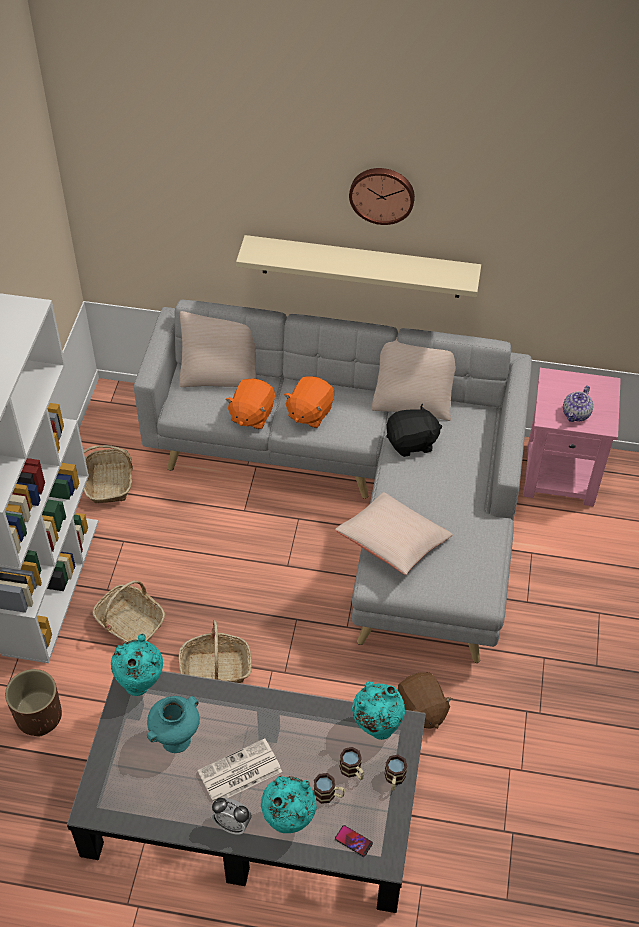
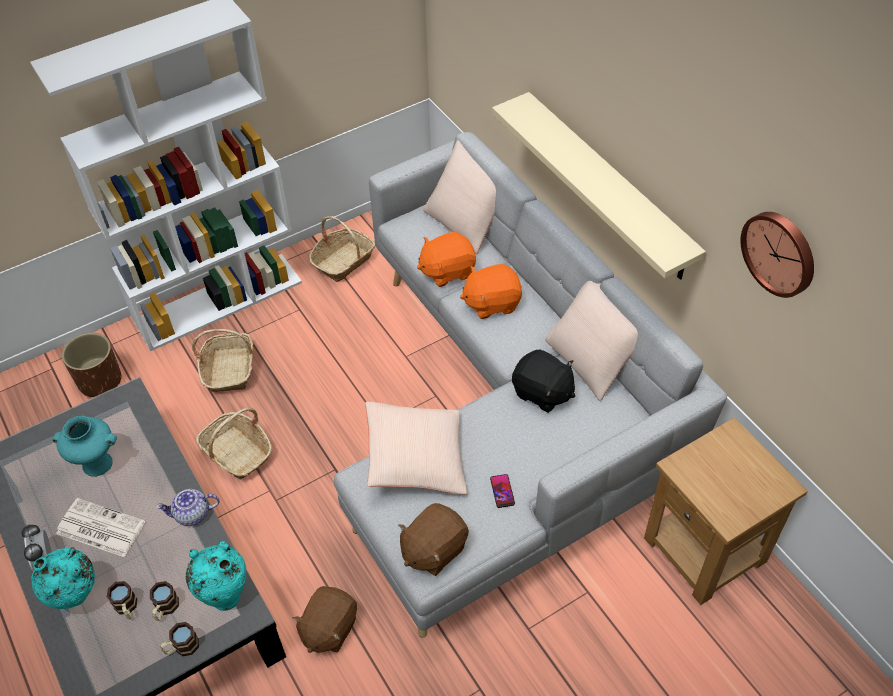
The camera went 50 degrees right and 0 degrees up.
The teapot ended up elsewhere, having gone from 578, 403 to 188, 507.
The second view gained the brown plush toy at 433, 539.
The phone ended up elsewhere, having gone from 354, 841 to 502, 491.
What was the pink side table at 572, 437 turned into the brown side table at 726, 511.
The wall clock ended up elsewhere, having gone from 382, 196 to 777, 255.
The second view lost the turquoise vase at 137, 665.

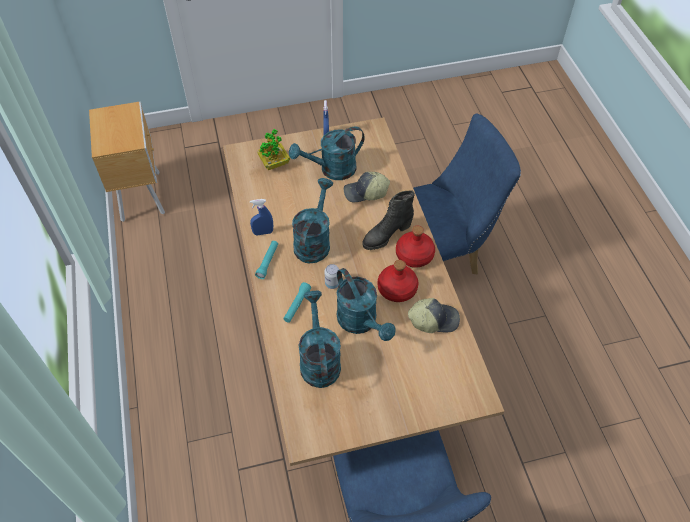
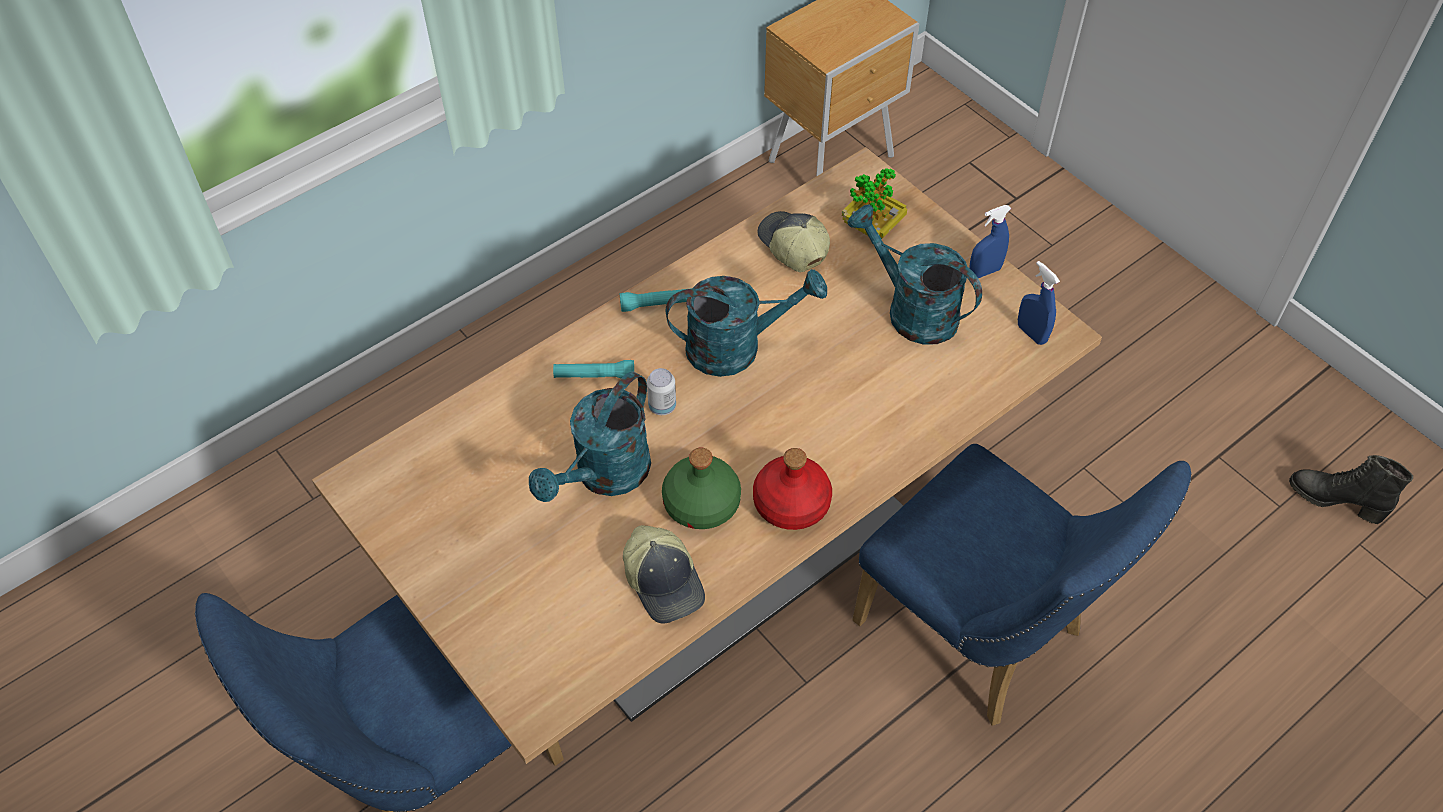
The camera went 65 degrees right and 0 degrees up.
What was the red bottle at 398, 281 turned into the green bottle at 701, 488.
The cap ended up elsewhere, having gone from 367, 187 to 794, 241.
The blue spray bottle ended up elsewhere, having gone from 261, 217 to 1039, 303.
The black boot ended up elsewhere, having gone from 388, 220 to 1351, 489.
The second view lost the turquoise watering can at 320, 339.

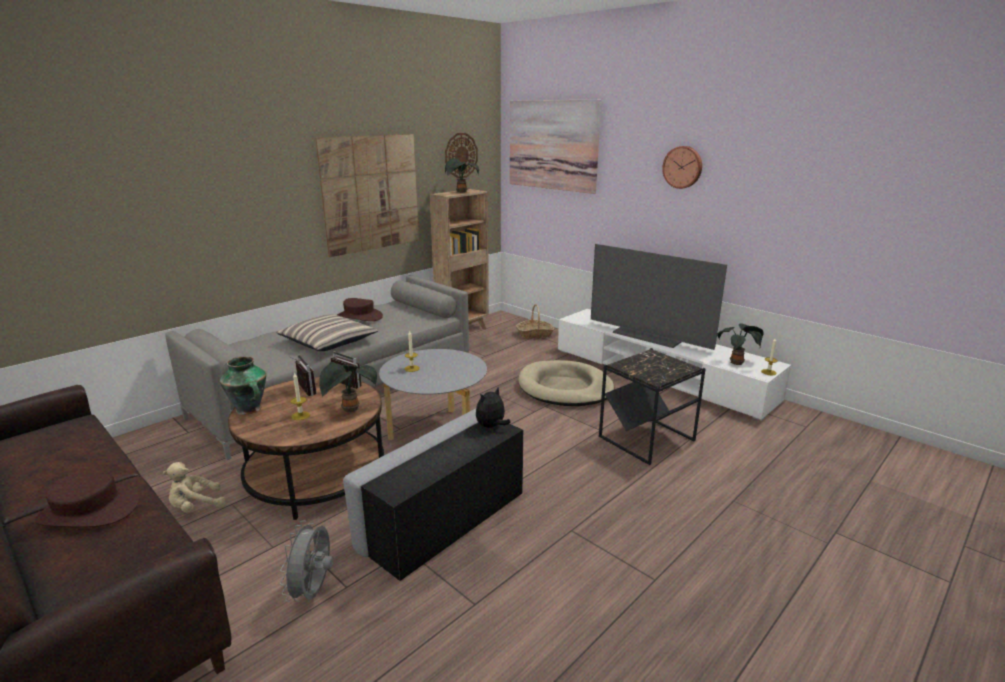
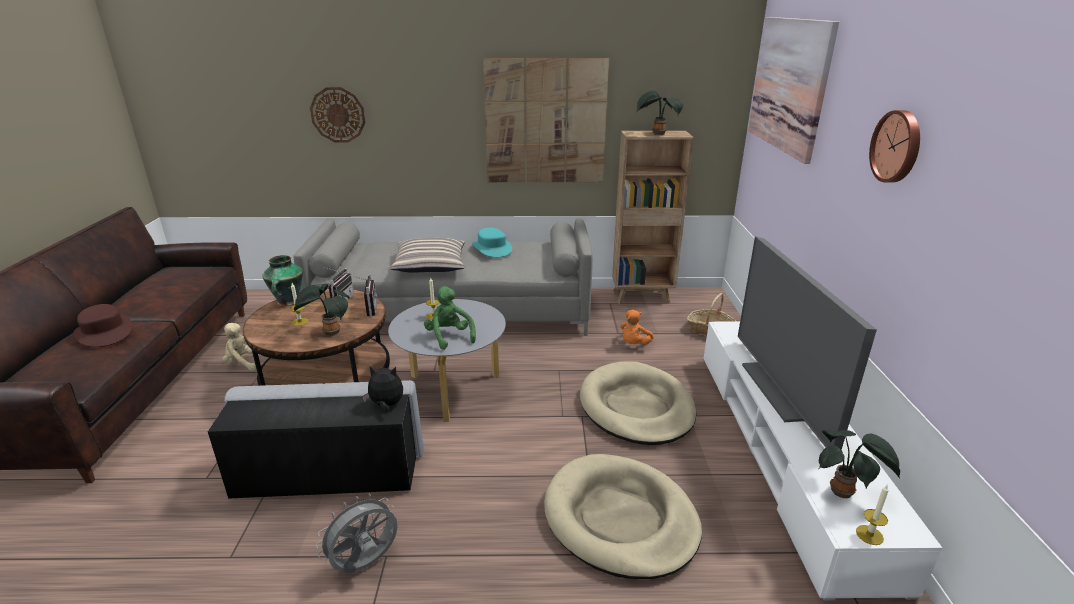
The camera went 45 degrees right and 5 degrees up.
The wall clock ended up elsewhere, having gone from 461, 155 to 338, 114.
The grey fan ended up elsewhere, having gone from 306, 561 to 357, 533.
The second view gained the green plush toy at 450, 318.
What was the brown hat at 360, 309 turned into the turquoise hat at 492, 243.
Where the black side table stood at 652, 406, the beige dog bed came to stand at 623, 516.
The second view gained the orange plush toy at 637, 327.

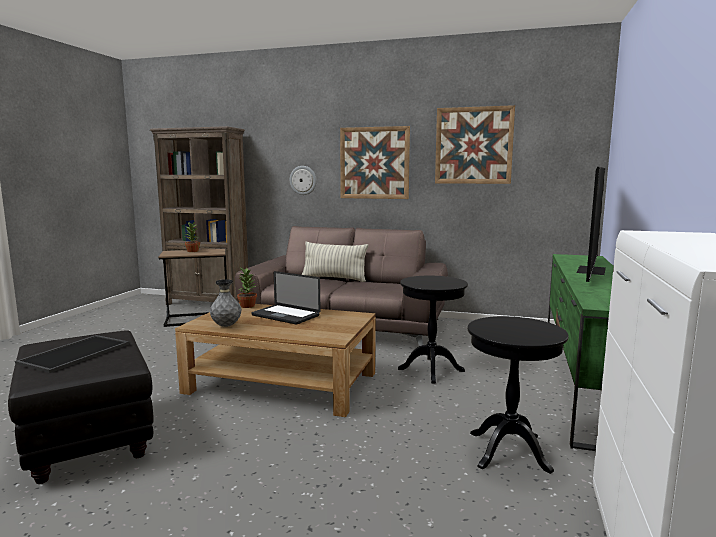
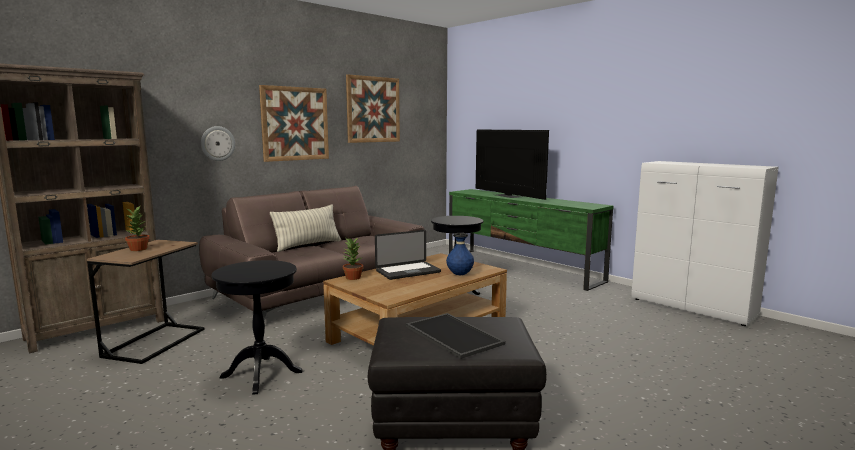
The camera went 60 degrees left and 0 degrees up.
The black side table ended up elsewhere, having gone from 518, 395 to 257, 327.
The second view gained the blue vase at 460, 254.
The second view lost the grey vase at 225, 303.

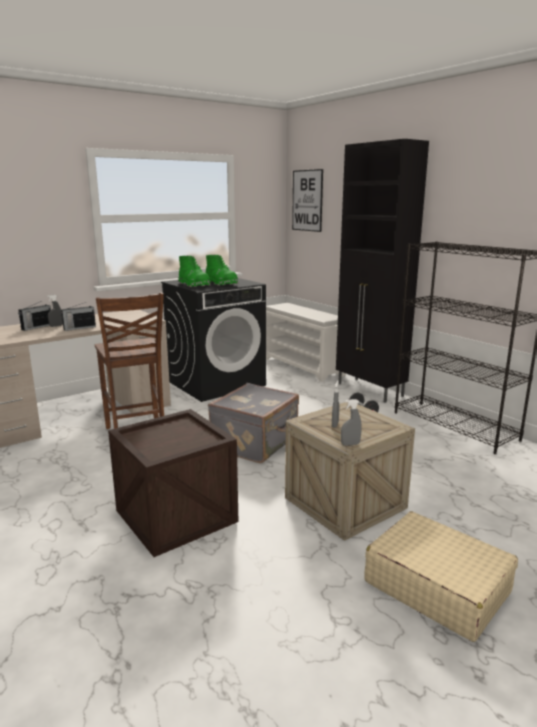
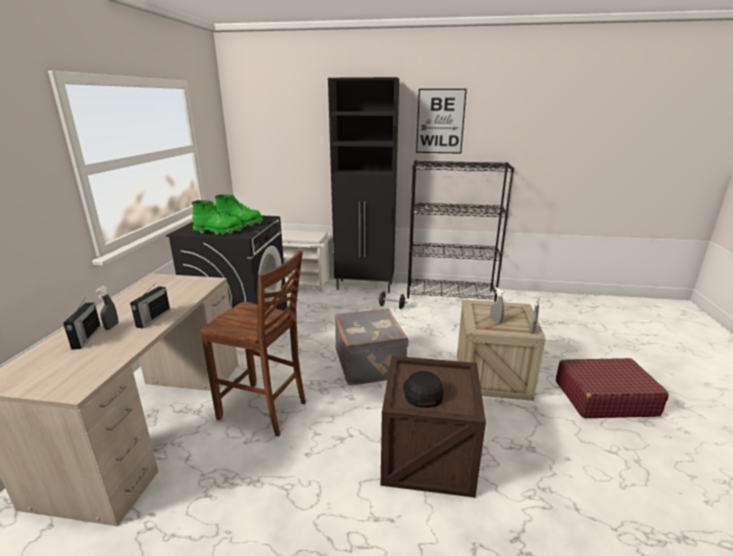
The camera went 45 degrees left and 5 degrees up.
The second view gained the black cap at 423, 389.
The picture ended up elsewhere, having gone from 307, 200 to 441, 121.
What was the beige suitcase at 441, 576 turned into the red suitcase at 612, 388.

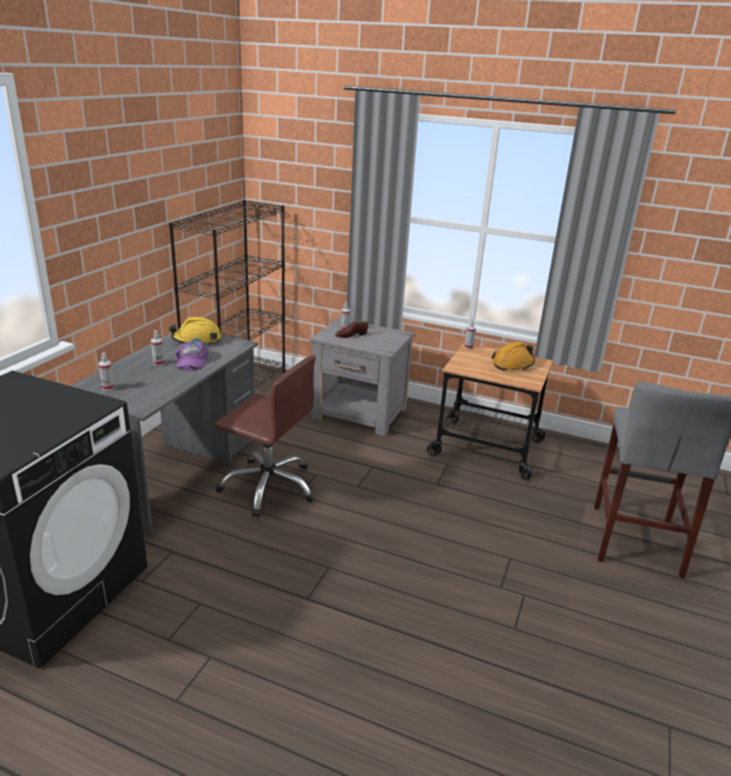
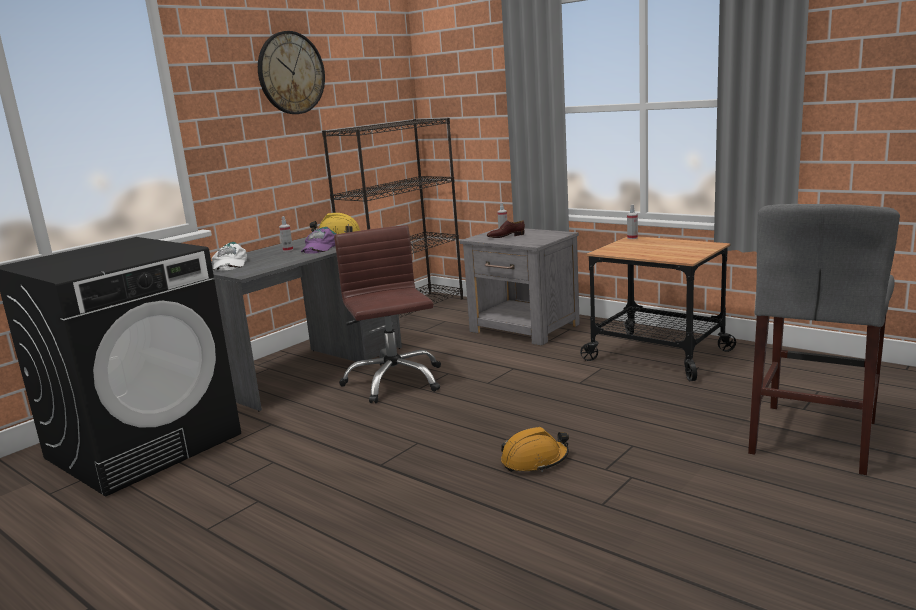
The camera went 20 degrees right and 10 degrees down.
Where the spray bottle stood at 106, 371, the white cap came to stand at 229, 256.
The second view gained the wall clock at 291, 72.
The brown office chair at 265, 436 ended up facing another way, 150 degrees counterclockwise from before.
The orange hard hat ended up elsewhere, having gone from 513, 356 to 535, 449.

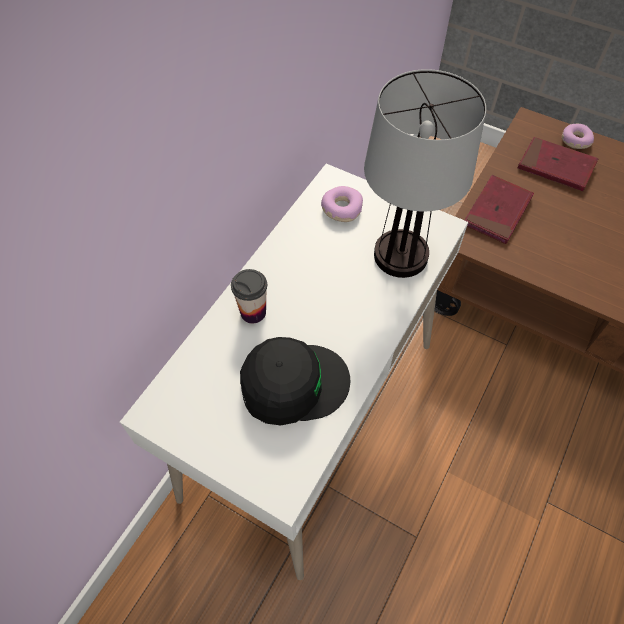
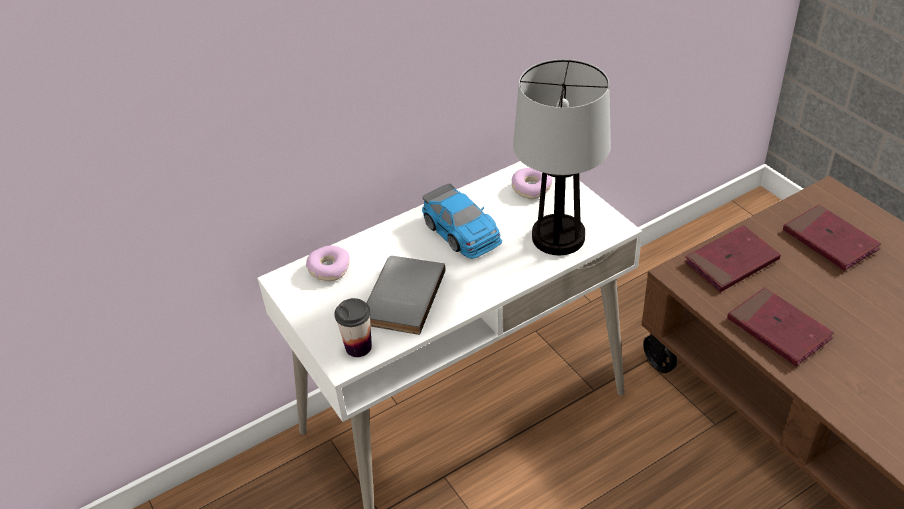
The camera went 30 degrees right and 15 degrees down.
The donut ended up elsewhere, having gone from 578, 136 to 328, 263.
The cup ended up elsewhere, having gone from 249, 296 to 353, 327.
Where the black cap stood at 295, 381, the grey book came to stand at 406, 295.
The second view gained the toy car at 462, 221.
The second view gained the red book at 780, 326.

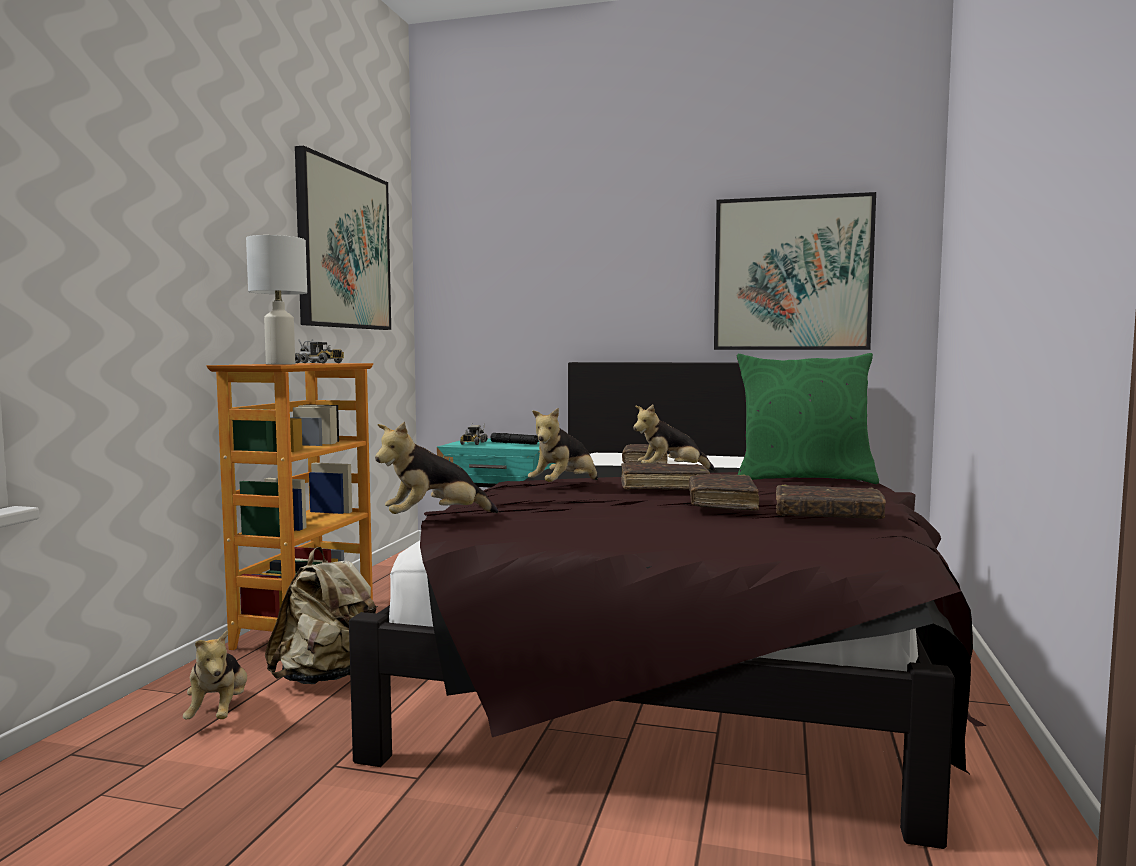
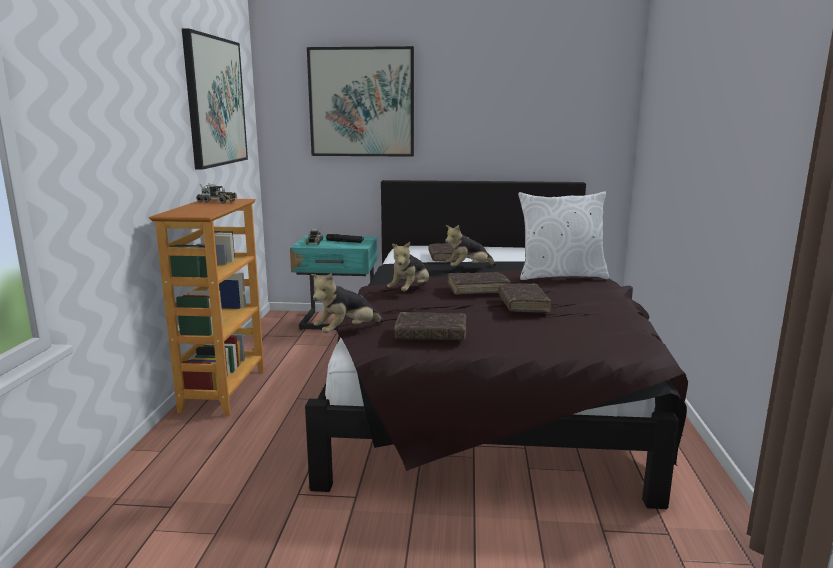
The camera went 10 degrees left and 10 degrees up.
The picture ended up elsewhere, having gone from 795, 271 to 360, 101.
The brown book ended up elsewhere, having gone from 831, 502 to 430, 326.
What was the green pillow at 808, 418 turned into the white pillow at 563, 235.
The second view lost the plush toy at 215, 674.
The second view lost the white table lamp at 276, 300.
The second view lost the beige backpack at 321, 615.

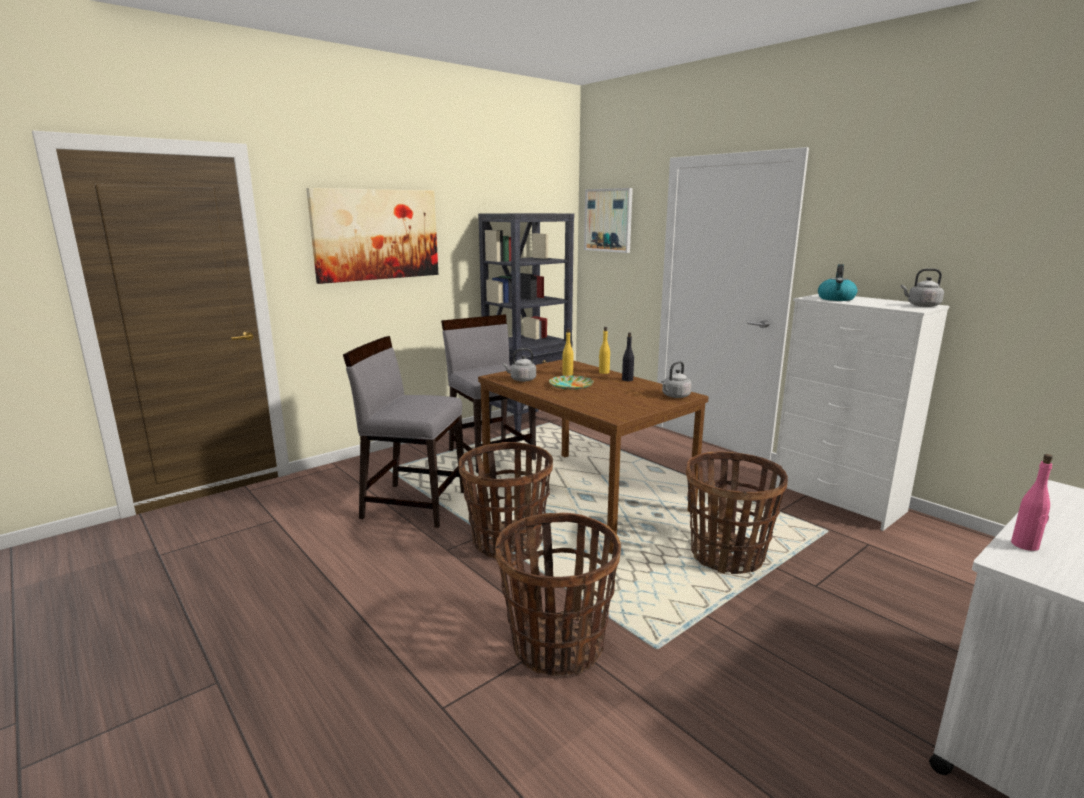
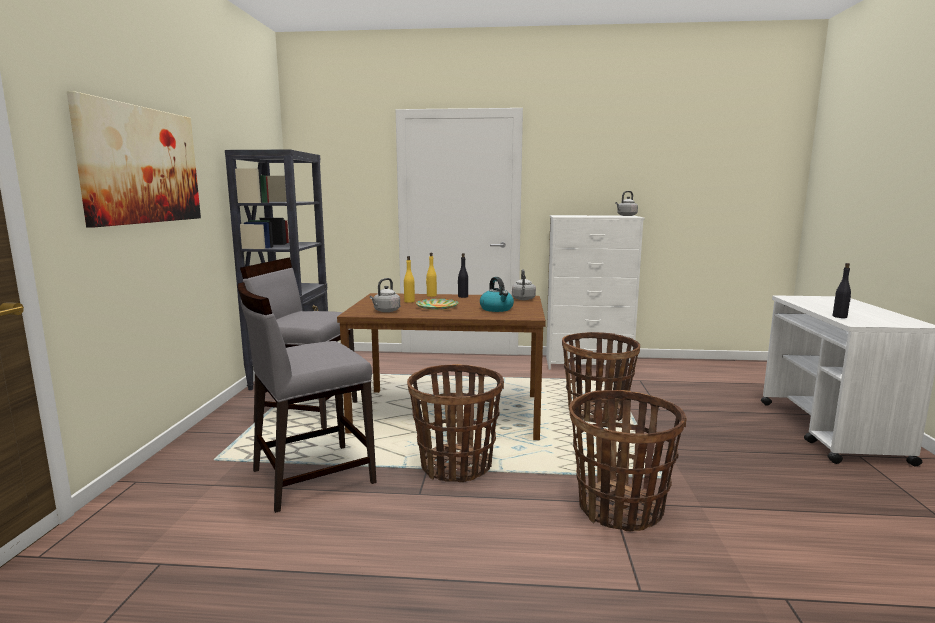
The camera went 45 degrees left and 5 degrees down.
The kettle ended up elsewhere, having gone from 838, 282 to 497, 294.
What was the pink bottle at 1032, 502 turned into the black bottle at 841, 290.
The second view lost the picture at 608, 220.

